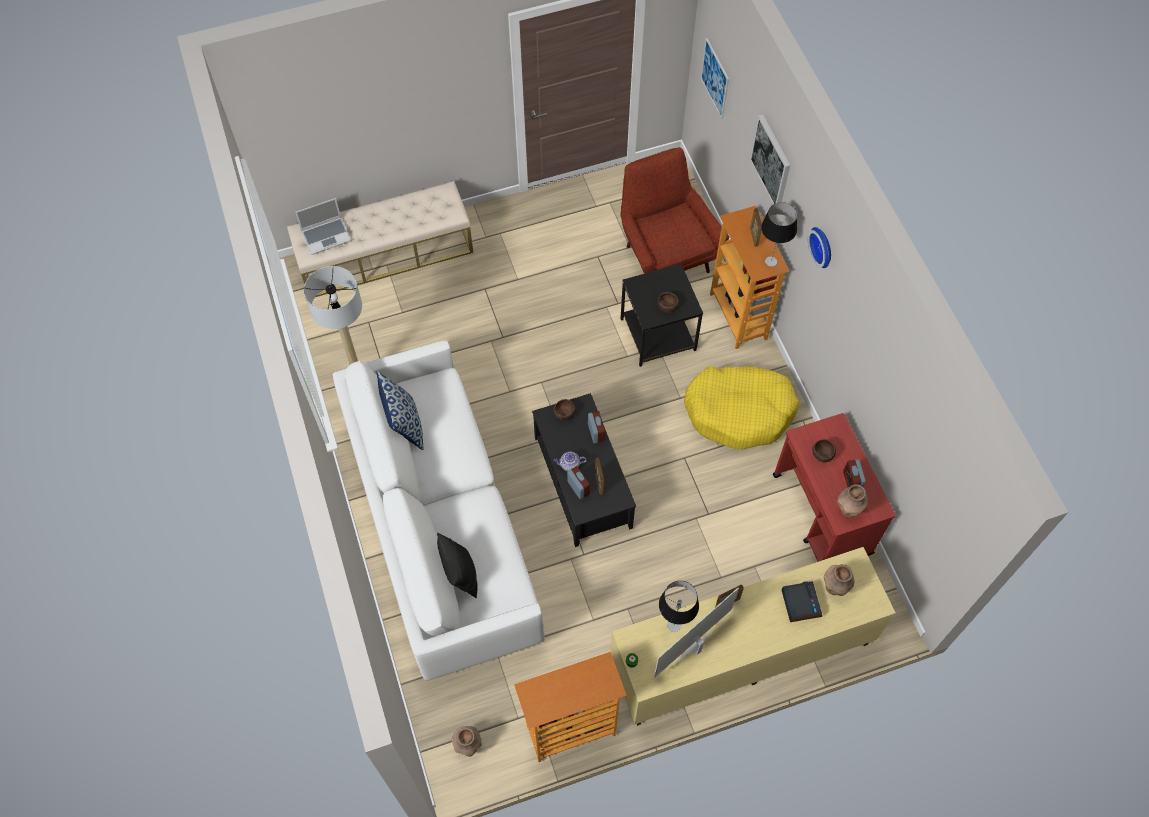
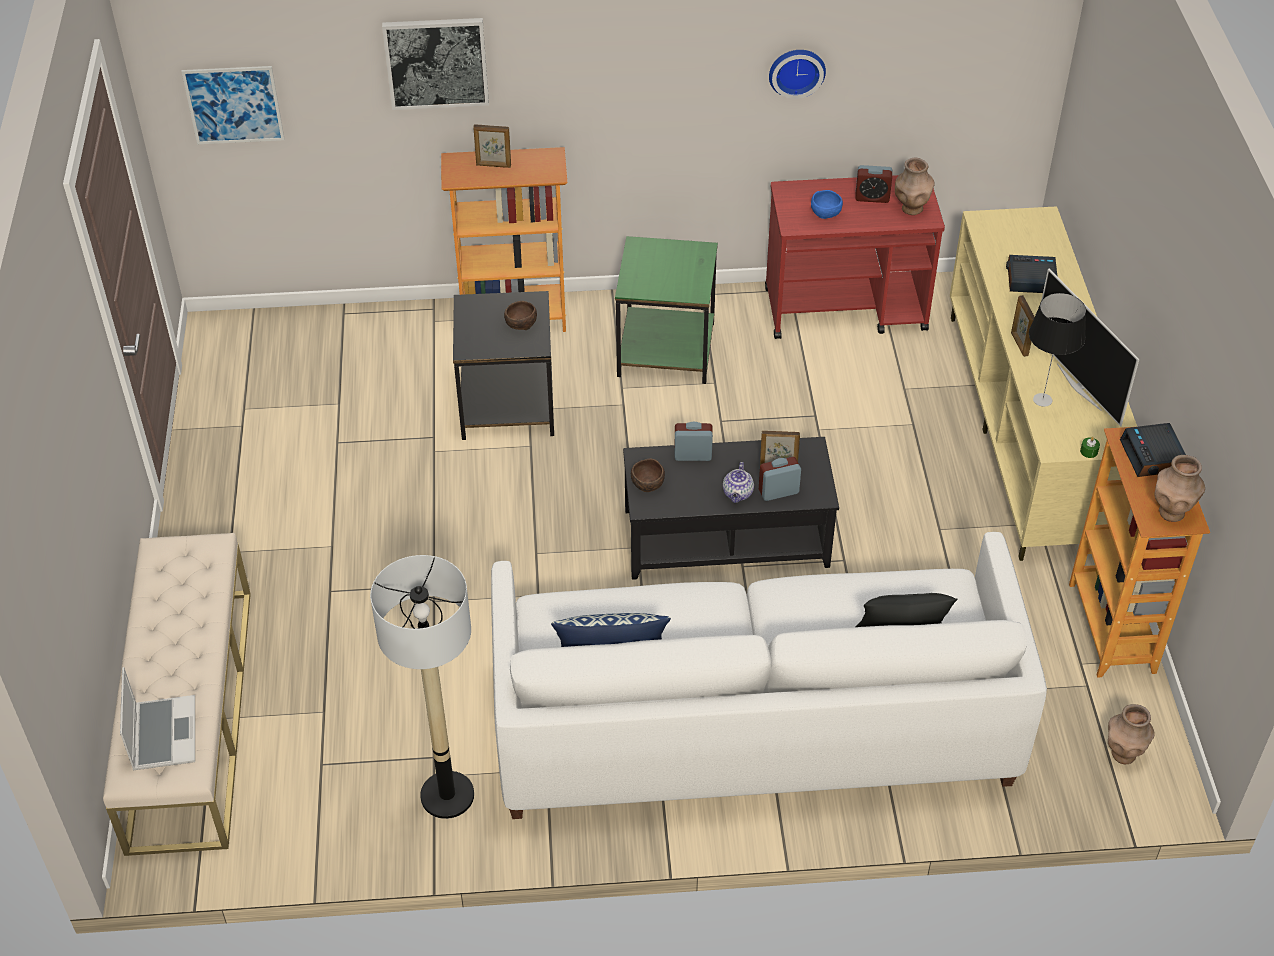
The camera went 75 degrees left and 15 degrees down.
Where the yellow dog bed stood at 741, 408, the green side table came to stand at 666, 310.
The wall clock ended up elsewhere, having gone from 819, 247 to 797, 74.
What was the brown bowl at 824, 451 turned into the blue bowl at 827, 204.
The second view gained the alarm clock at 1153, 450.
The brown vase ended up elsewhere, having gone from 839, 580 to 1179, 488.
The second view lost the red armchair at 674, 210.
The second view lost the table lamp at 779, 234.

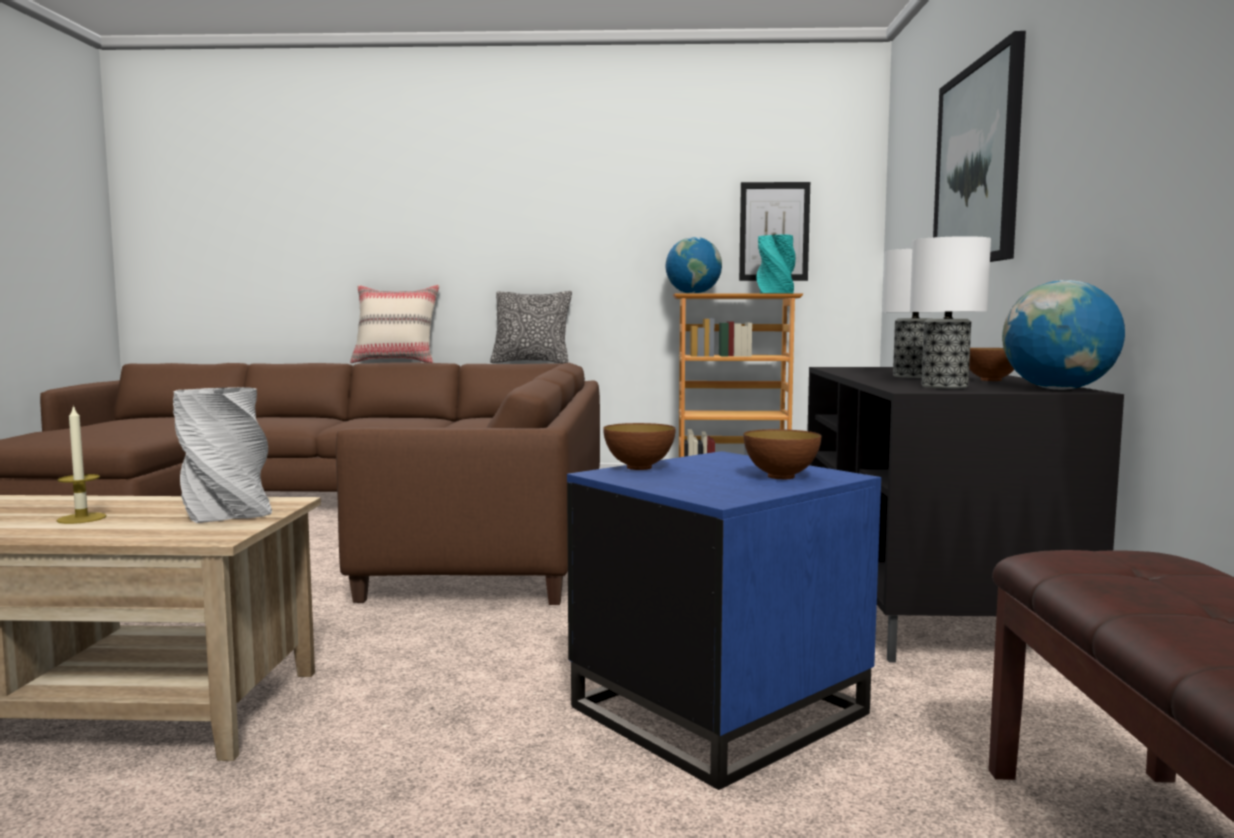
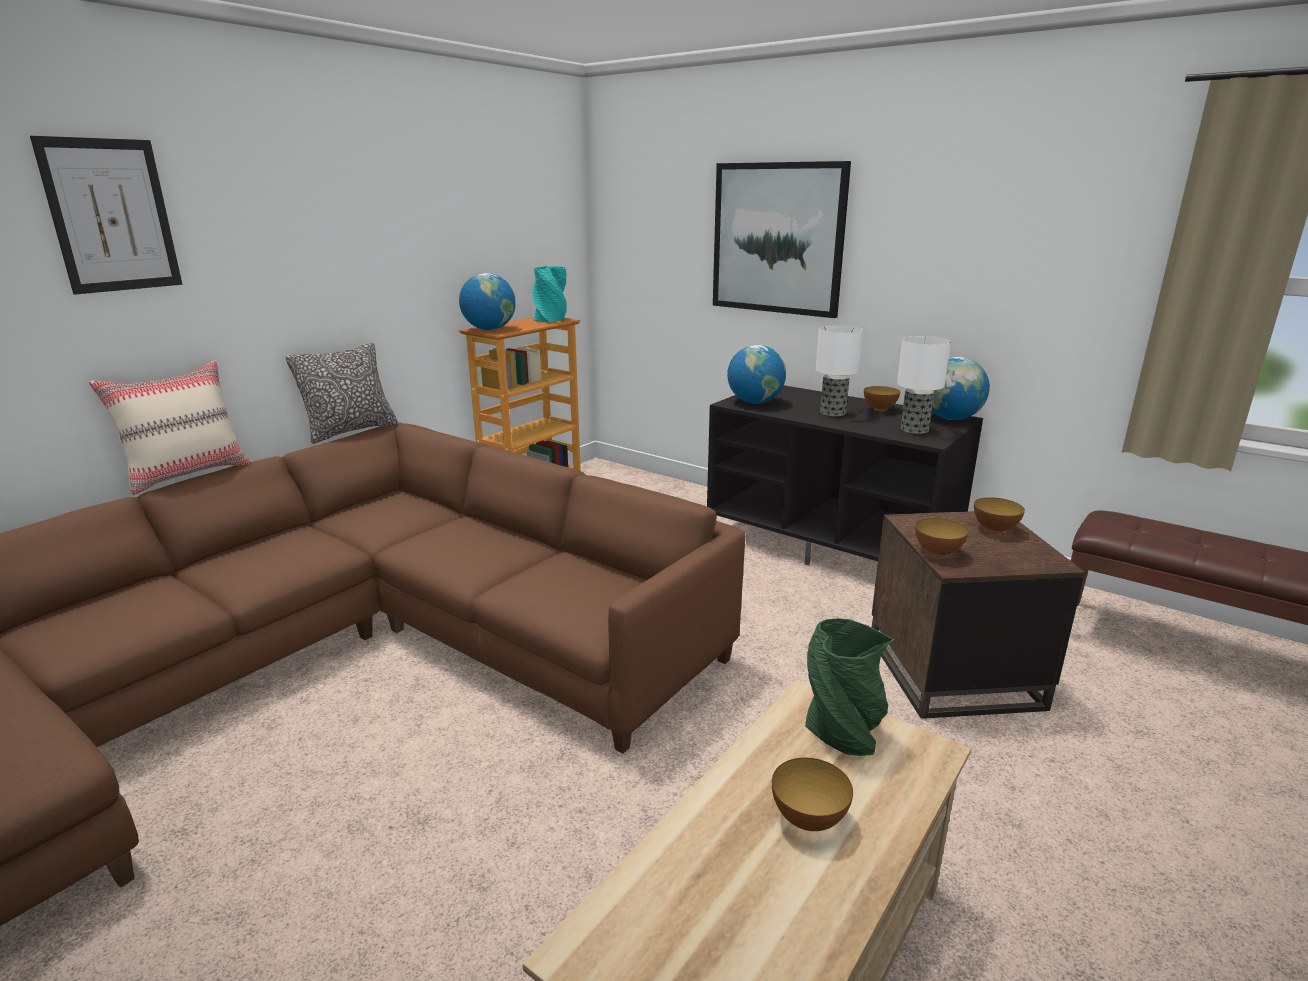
The camera went 55 degrees left and 15 degrees up.
The picture ended up elsewhere, having gone from 774, 231 to 106, 215.
The second view gained the globe at 756, 374.
Where the candle stood at 82, 464, the bowl came to stand at 812, 794.
What was the grey vase at 222, 455 turned into the green vase at 849, 687.
What was the blue side table at 724, 620 turned into the brown side table at 978, 615.

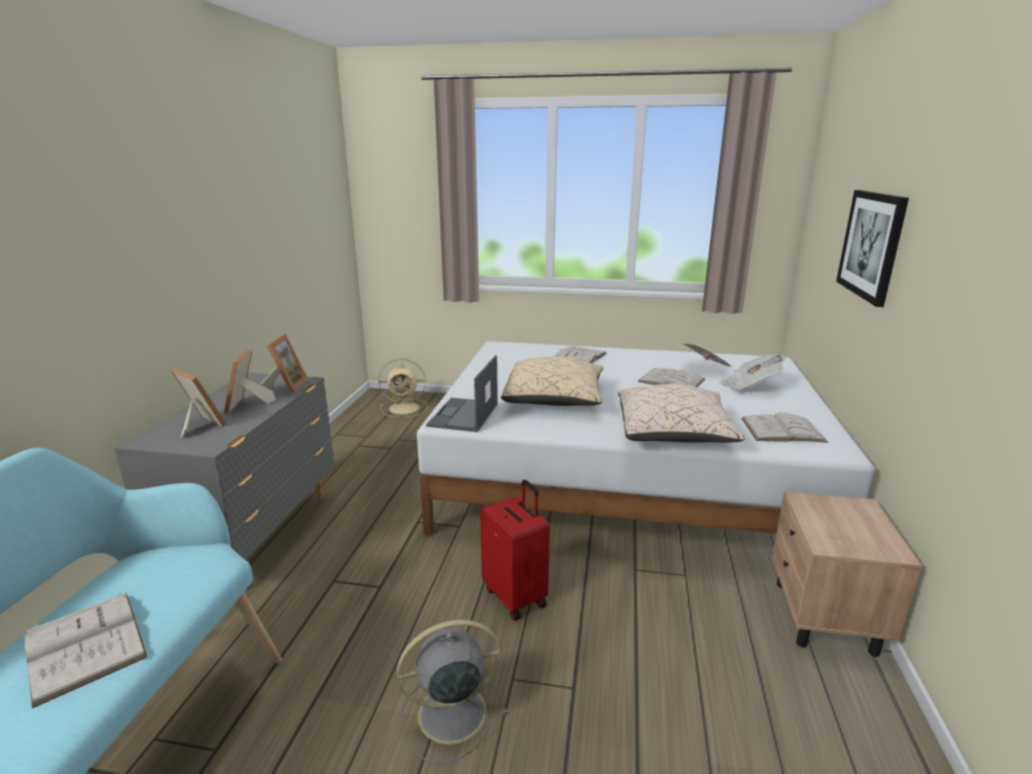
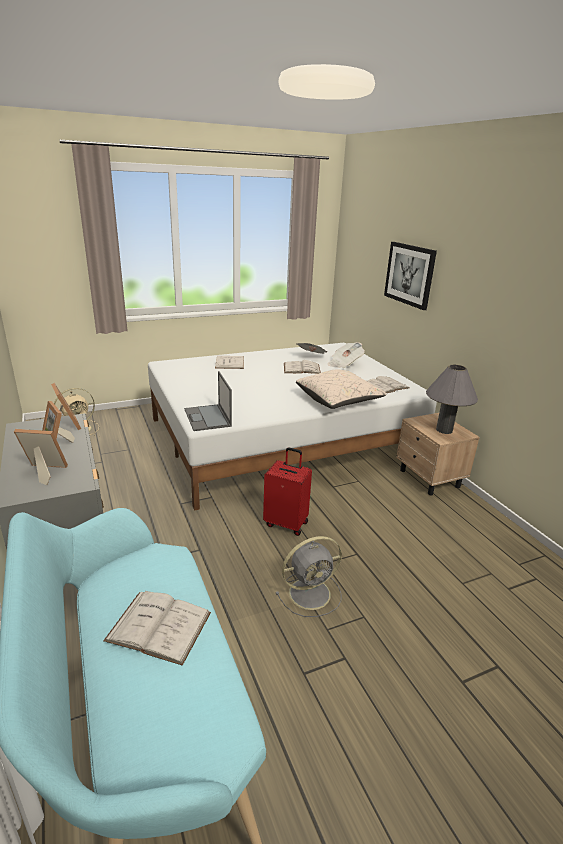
The camera went 35 degrees left and 5 degrees up.
The grey fan at 452, 691 ended up facing another way, 150 degrees counterclockwise from before.
The second view gained the grey table lamp at 452, 399.
The second view lost the beige pillow at 552, 381.

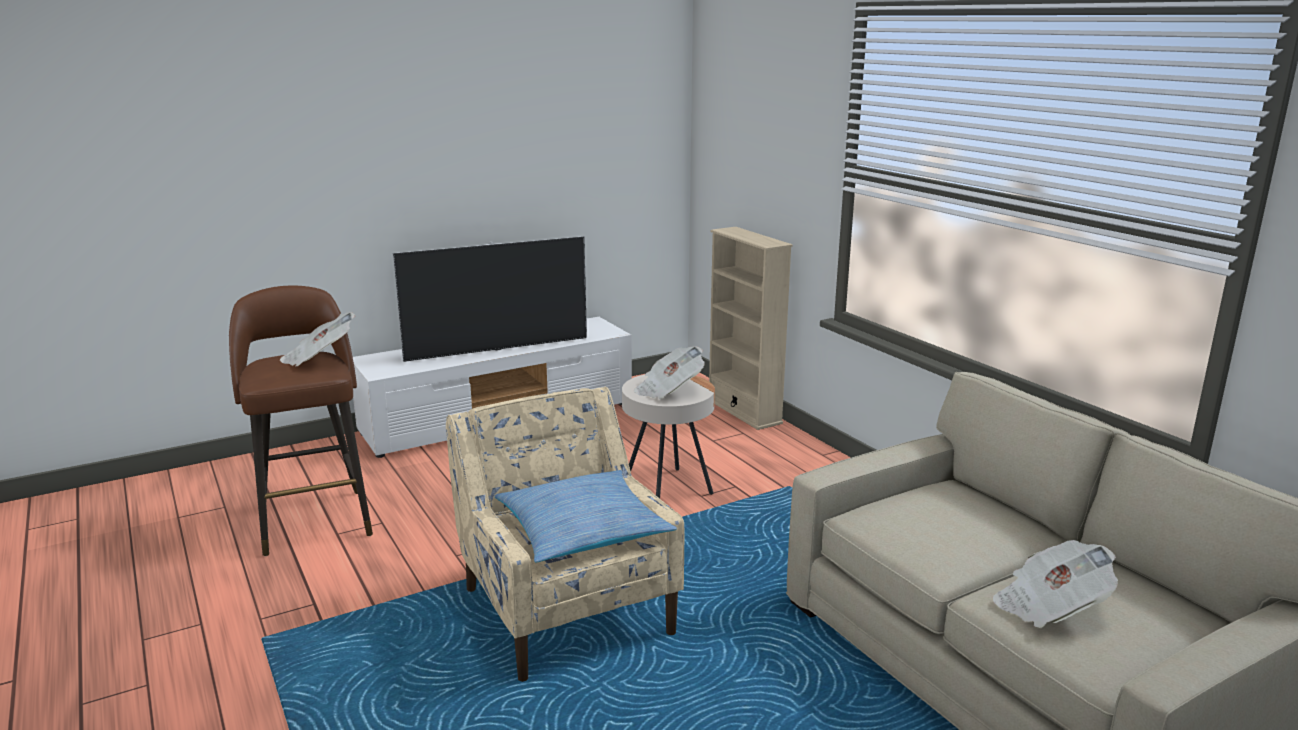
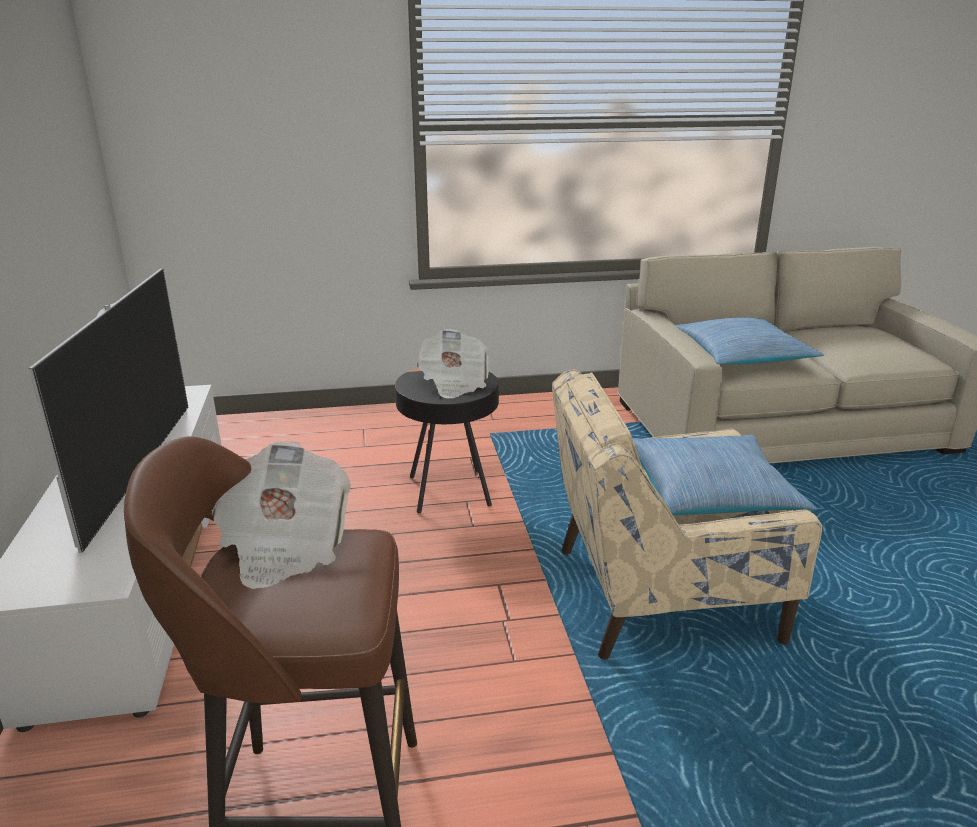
The camera went 70 degrees left and 5 degrees up.
What was the beige side table at 668, 437 turned into the black side table at 447, 440.
The second view gained the pillow at 749, 340.
The second view lost the beige bookcase at 750, 328.
The second view lost the newspaper at 1055, 584.

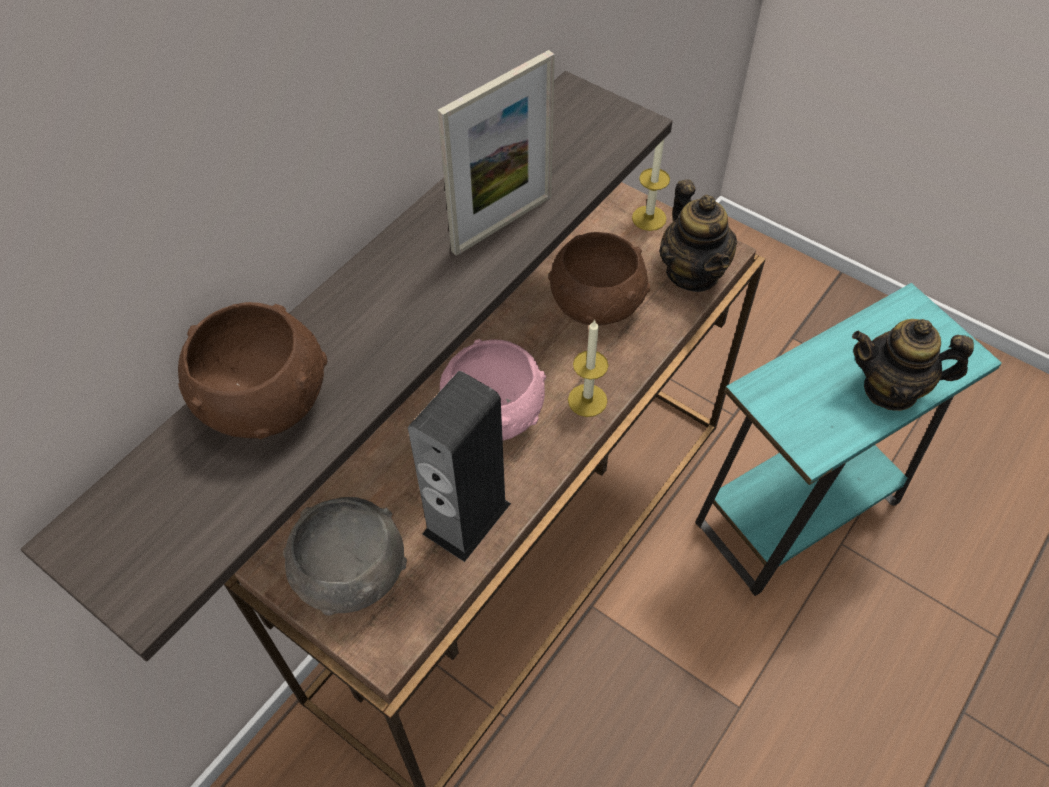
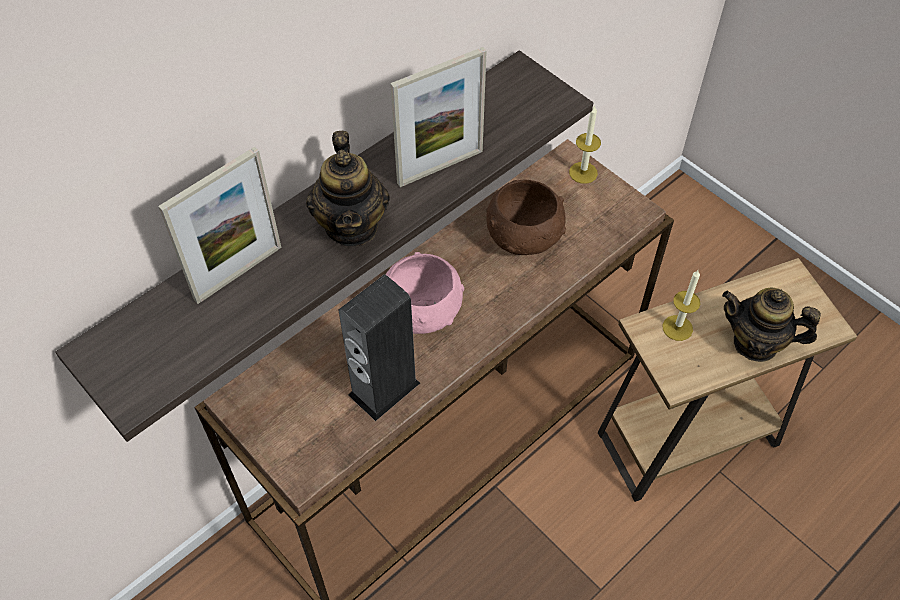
The camera went 10 degrees right and 0 degrees up.
Where the brown bowl stood at 252, 370, the picture frame came to stand at 220, 225.
The teapot ended up elsewhere, having gone from 698, 236 to 348, 188.
What was the turquoise side table at 848, 439 turned into the brown side table at 727, 380.
The candle ended up elsewhere, having gone from 588, 368 to 681, 305.
The second view lost the grey bowl at 345, 556.

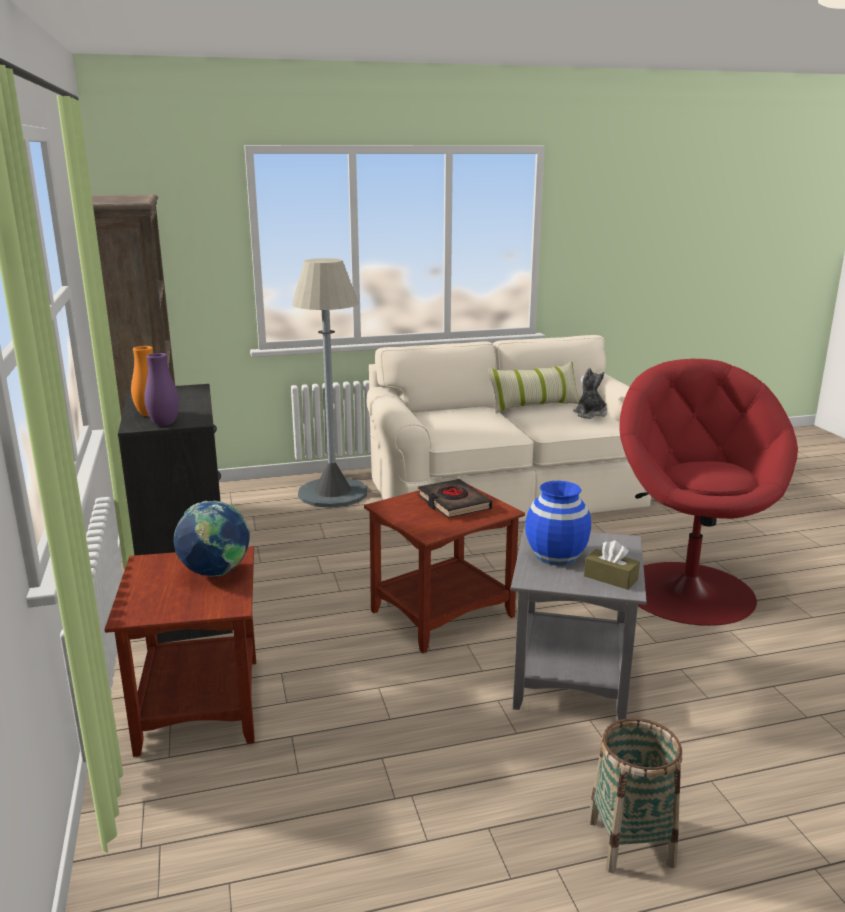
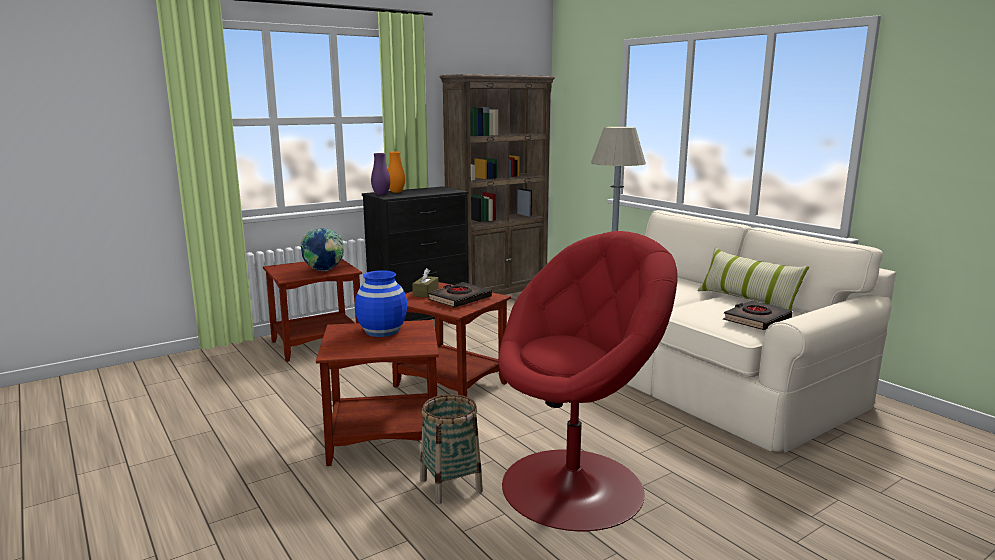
The camera went 70 degrees right and 5 degrees down.
What was the grey side table at 578, 623 turned into the brown side table at 377, 393.
The brown tissue box ended up elsewhere, having gone from 612, 565 to 425, 283.
The basket ended up elsewhere, having gone from 635, 795 to 451, 449.
Where the plush toy stood at 590, 393, the black book came to stand at 758, 315.

